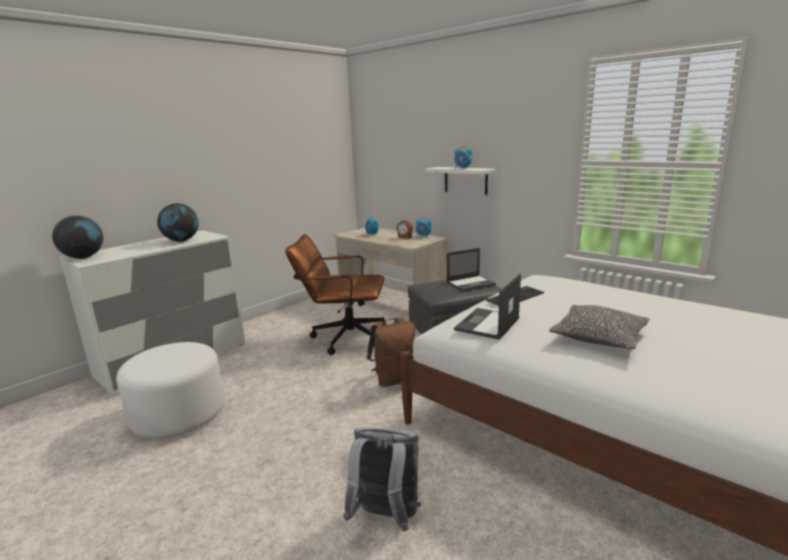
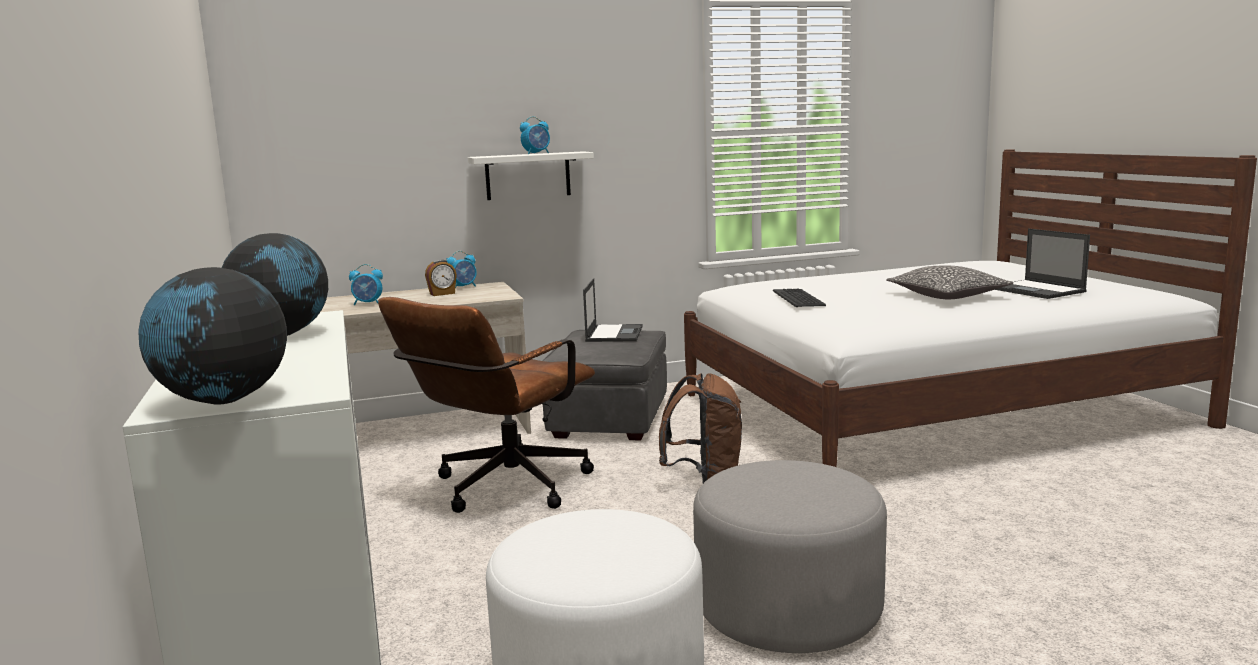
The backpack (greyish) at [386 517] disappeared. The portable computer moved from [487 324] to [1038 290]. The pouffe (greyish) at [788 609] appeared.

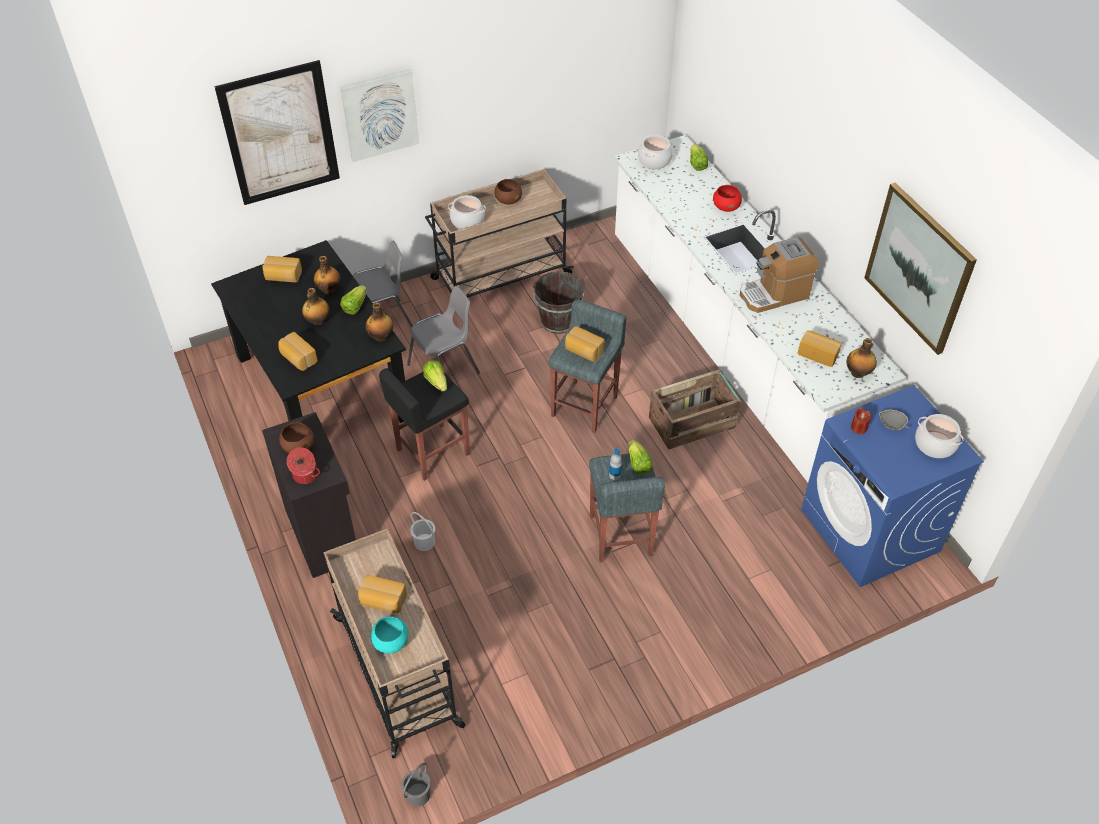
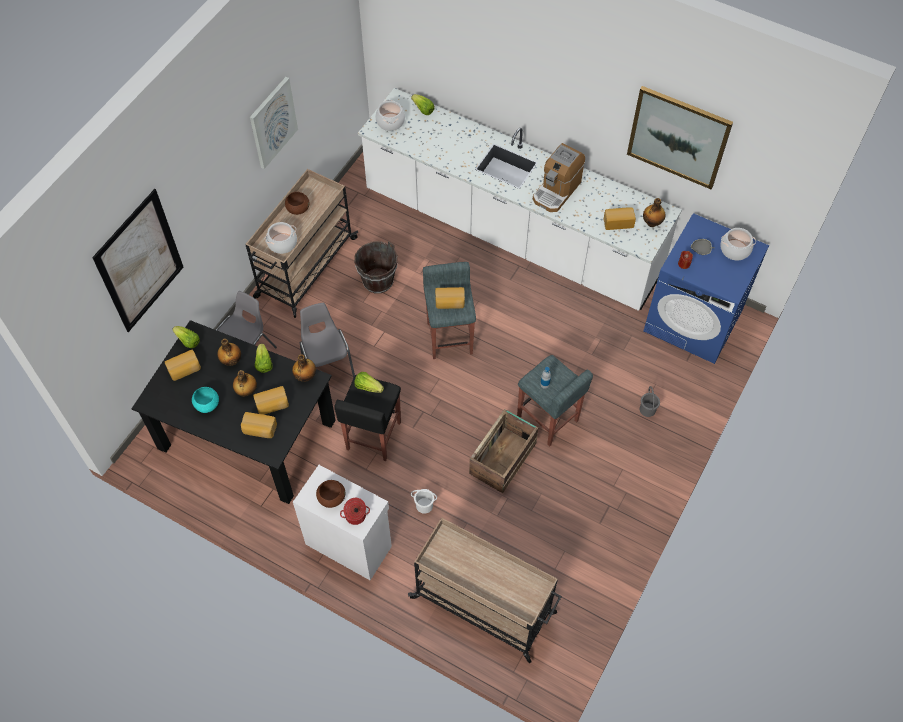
The storage cabinet (black) at [323 533] became the storage cabinet (white-coloured) at [348 544]. The wall art moved from [380 114] to [273 122]. The baked bread moved from [382 601] to [272 405]. The deep dish (blue-green) moved from [390 642] to [207 405]. The bucket (greyish) moved from [417 794] to [647 409]. The plain chair (greyish) at [444 369] turned 45 degrees counterclockwise. The head of lettuce moved from [638 464] to [188 341]. The crate moved from [693 423] to [503 458]. The deep dish (red-coloured) at [726 207] disappeared.

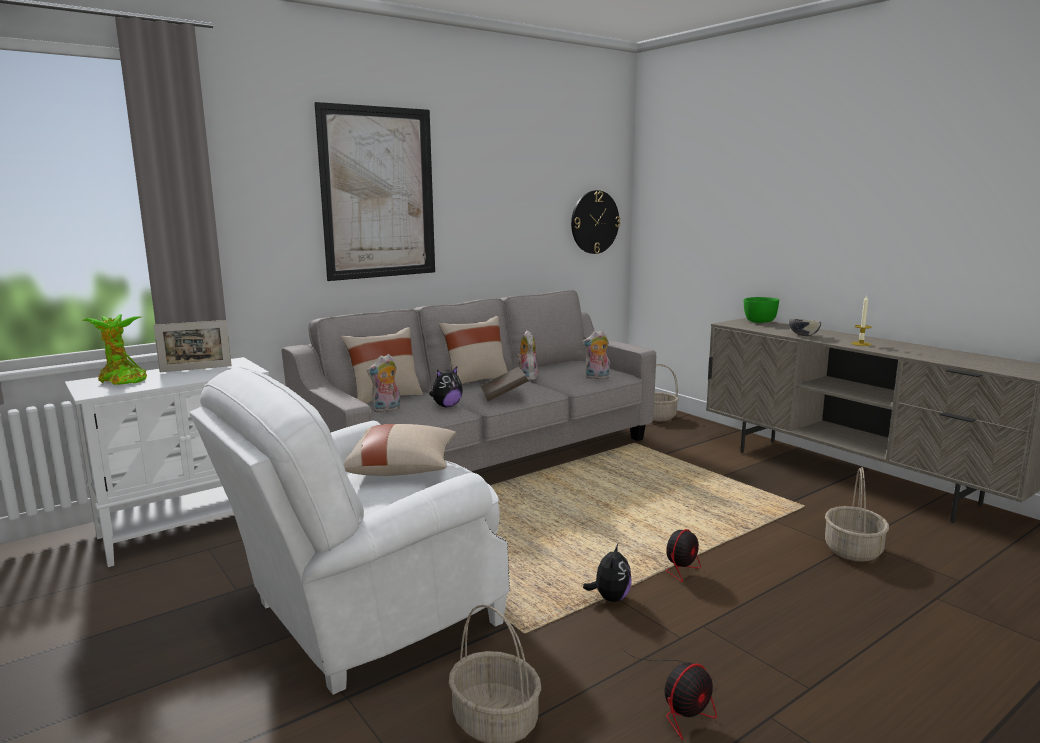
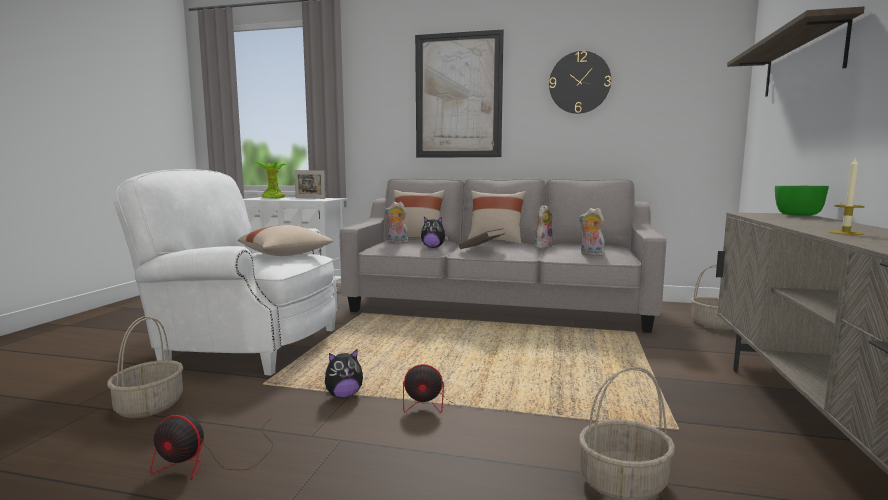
The wall clock moved from [594 222] to [579 82]. The deep dish at [803 335] disappeared. The bracket shelf at [802 61] appeared.

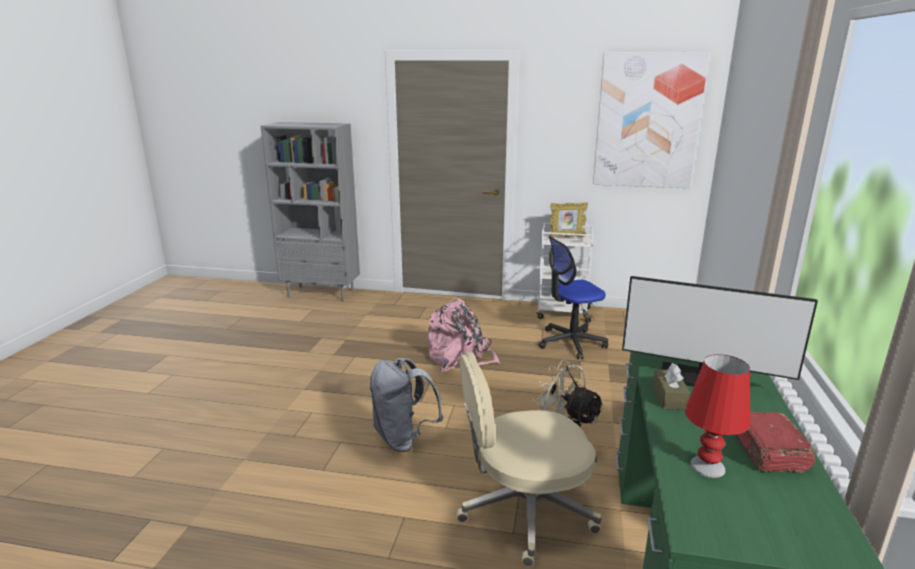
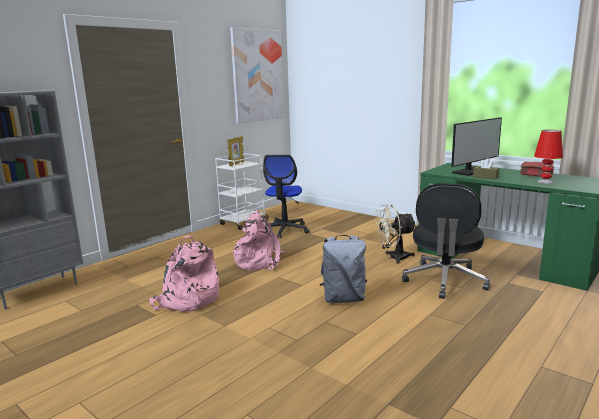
The computer chair (sand-coloured) at [524 511] became the computer chair (black) at [444 281]. The backpack (pink) at [187 300] appeared.

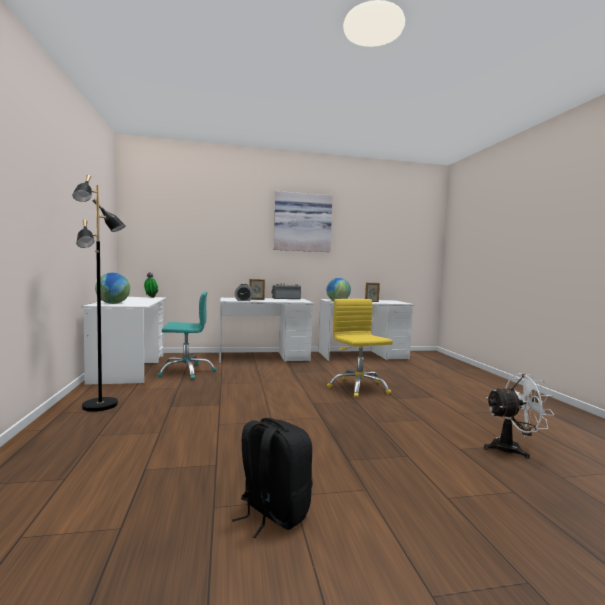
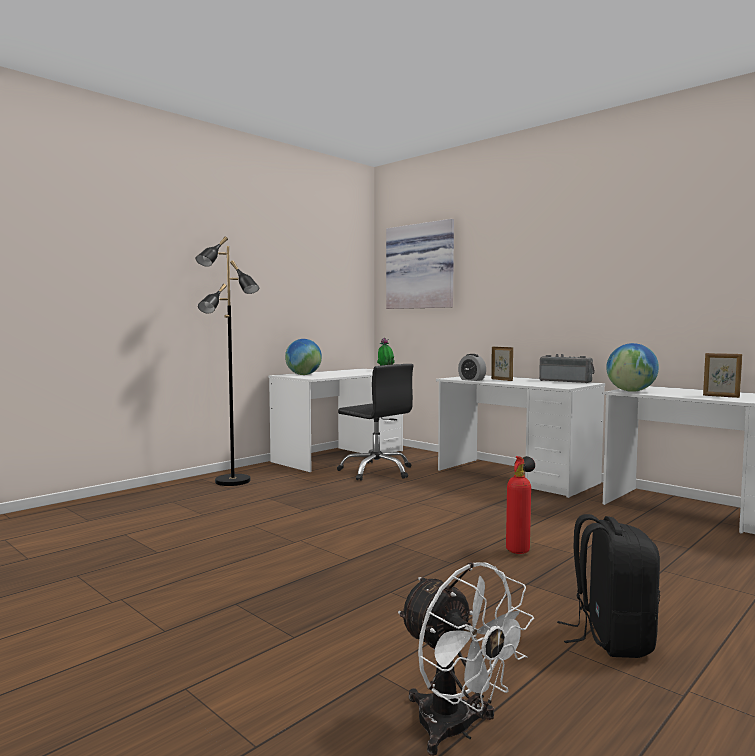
The computer chair (blue-green) at [186 371] became the computer chair (black) at [376 471]. The backpack (black) moved from [272 513] to [611 638]. The wall art moved from [302 222] to [421 266]. The computer chair (yellow) at [358 387] was replaced by the fire-fighting cylinder at [519 550].

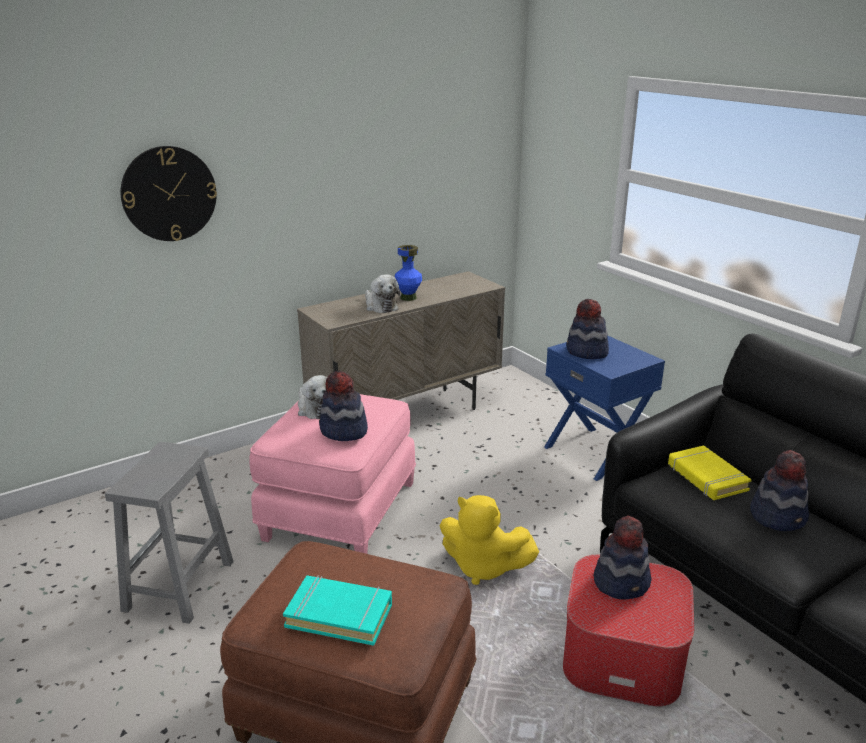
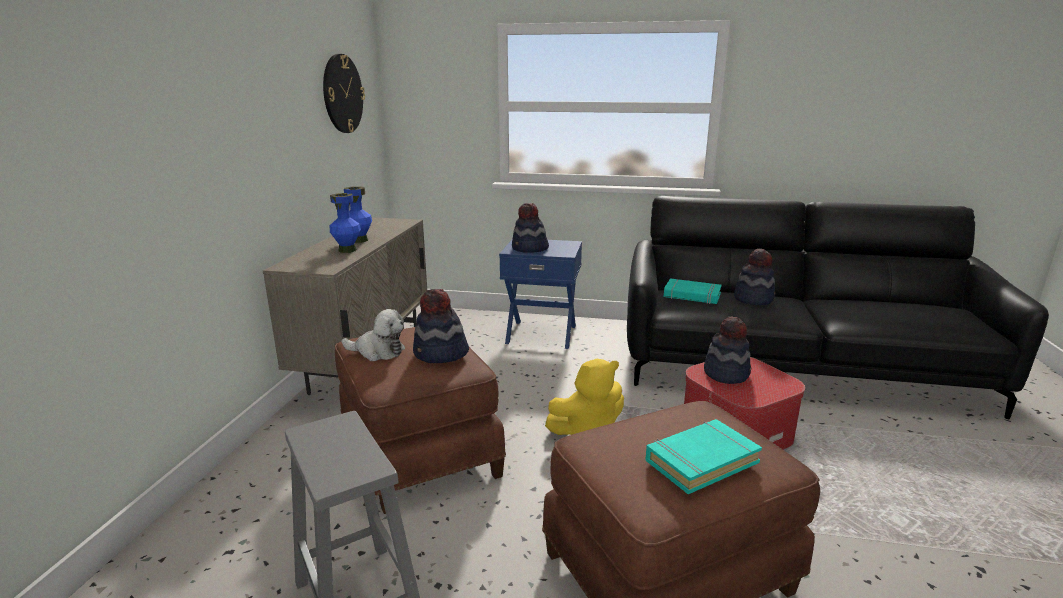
The wall clock moved from [169 194] to [342 94]. The pouffe (pink) at [338 509] became the pouffe (brown) at [418 453]. The soft toy at [380 306] was replaced by the flower vase (bluish) at [347 250]. The book (yellow) at [706 477] became the book (blue-green) at [692 295].

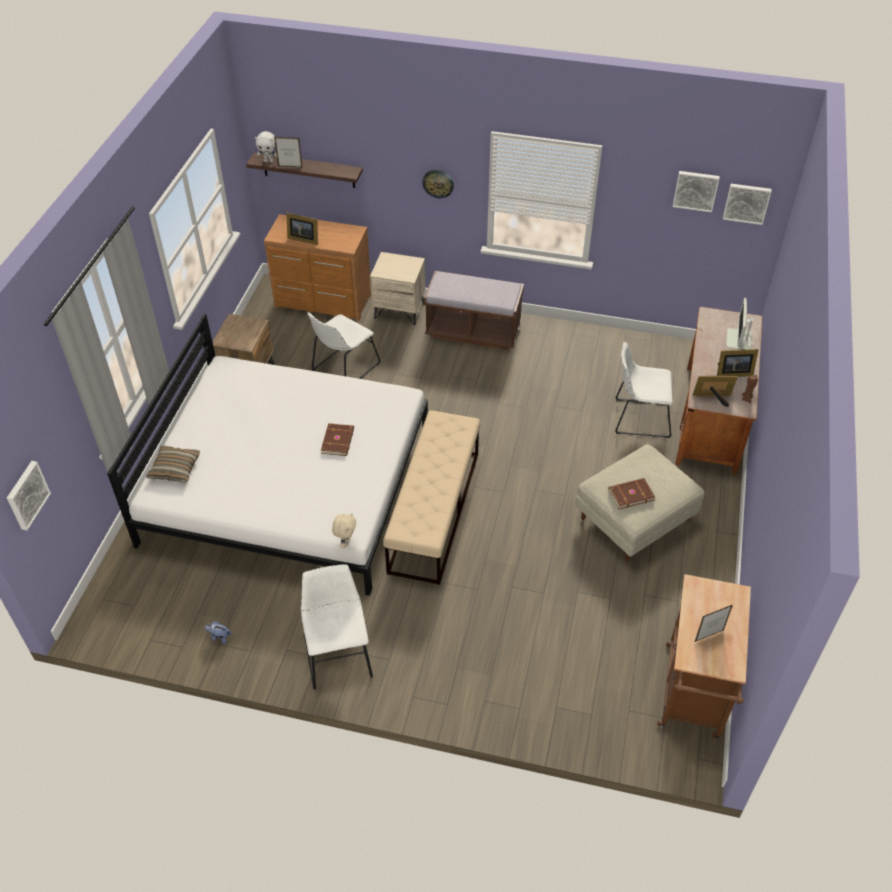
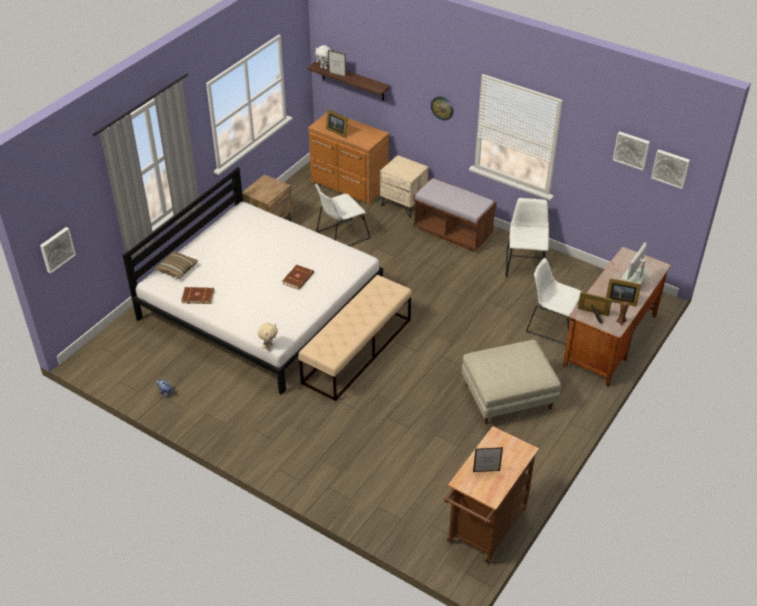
The plain chair (white-coloured) moved from [337 652] to [525 263]. The book (brown) moved from [630 494] to [197 296].

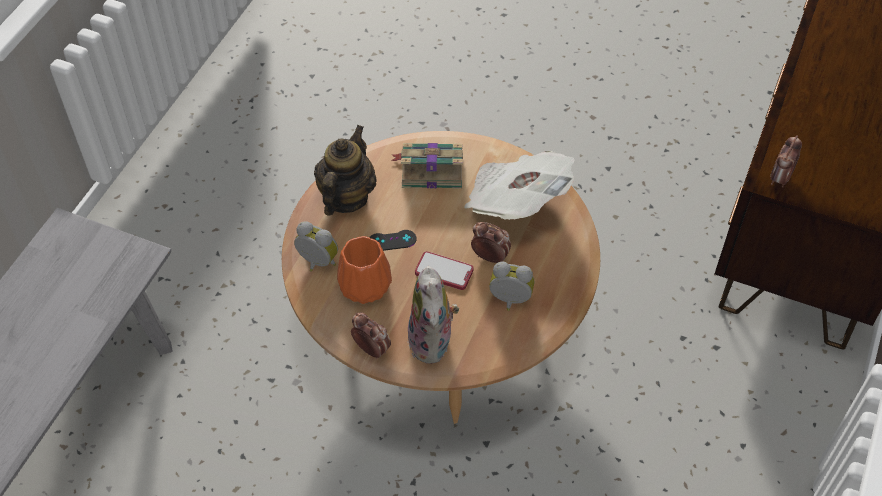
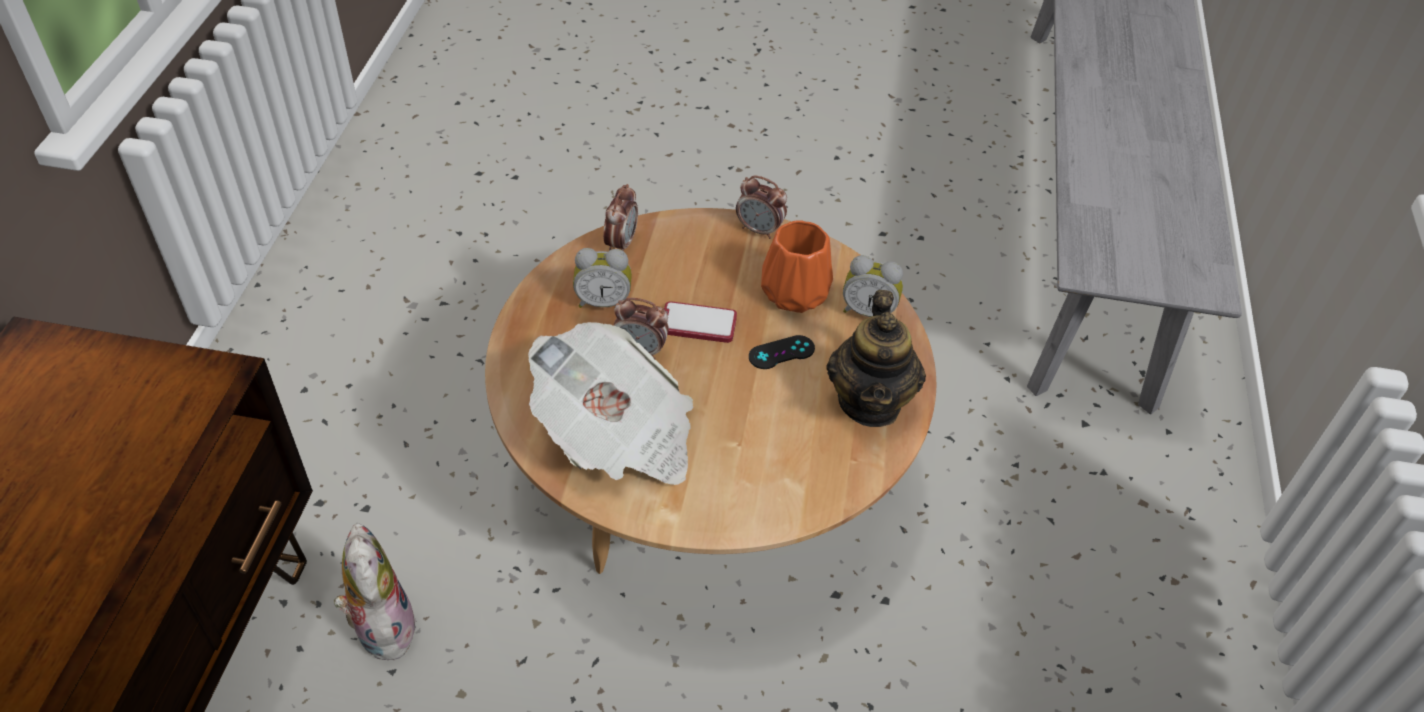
The book at [430 169] disappeared. The soft toy moved from [433 342] to [381 626]. The alarm clock moved from [780 178] to [621 243].

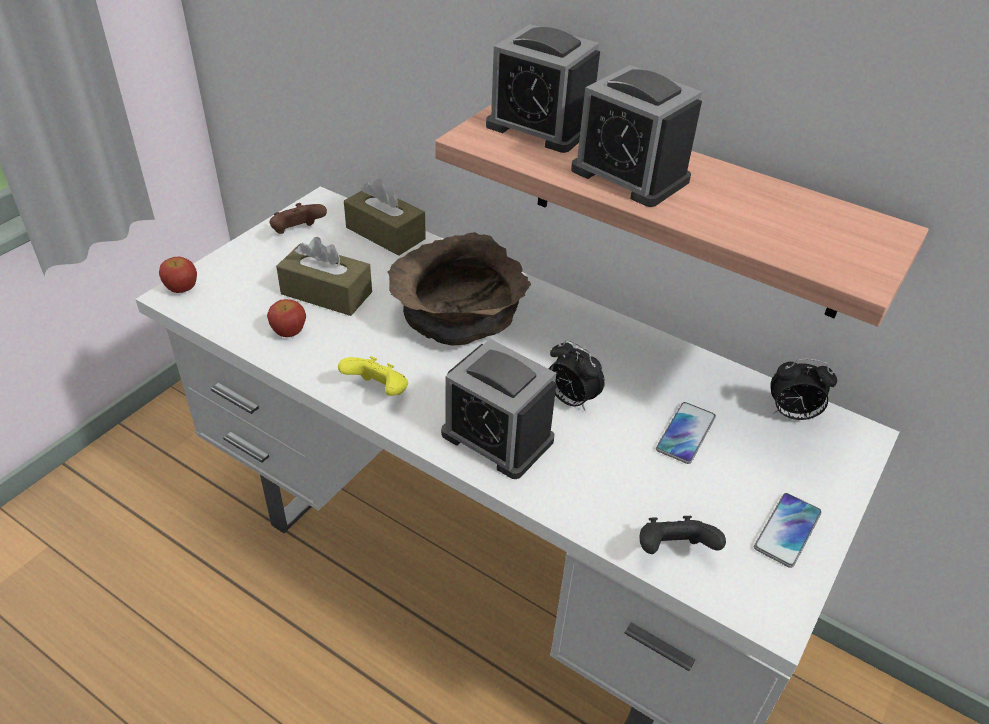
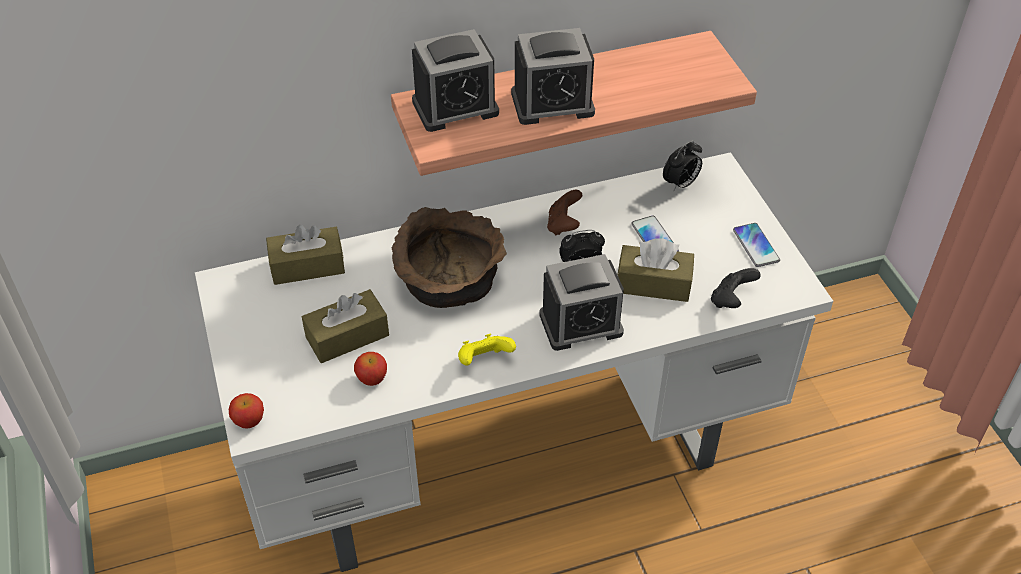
The game controller (brown) moved from [298 233] to [564 225]. The tissue box (brown) at [653 284] appeared.

